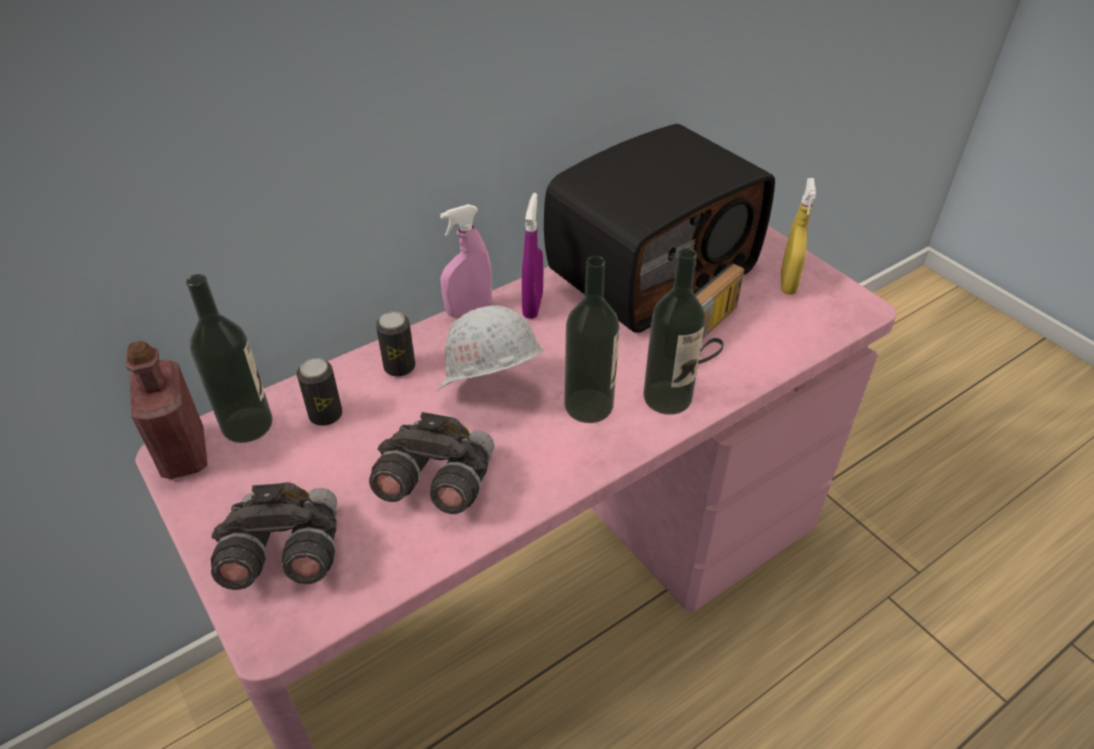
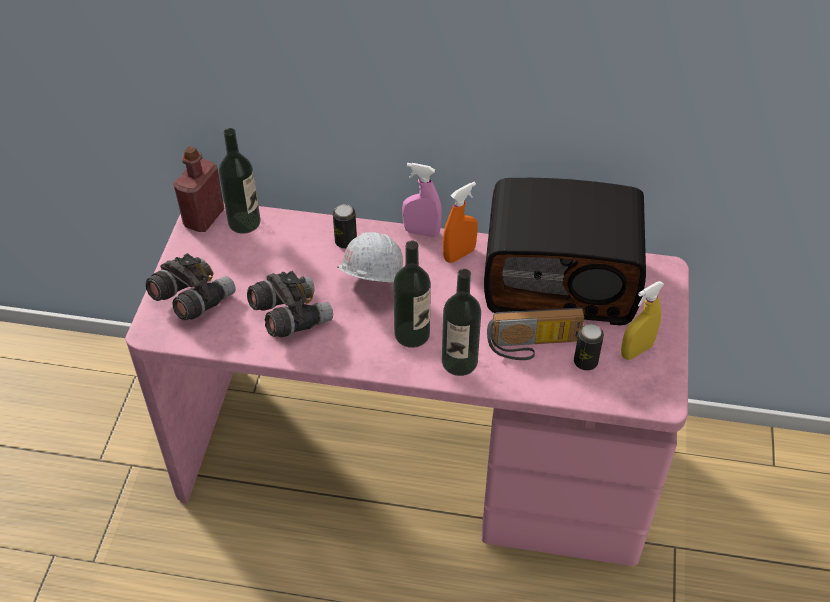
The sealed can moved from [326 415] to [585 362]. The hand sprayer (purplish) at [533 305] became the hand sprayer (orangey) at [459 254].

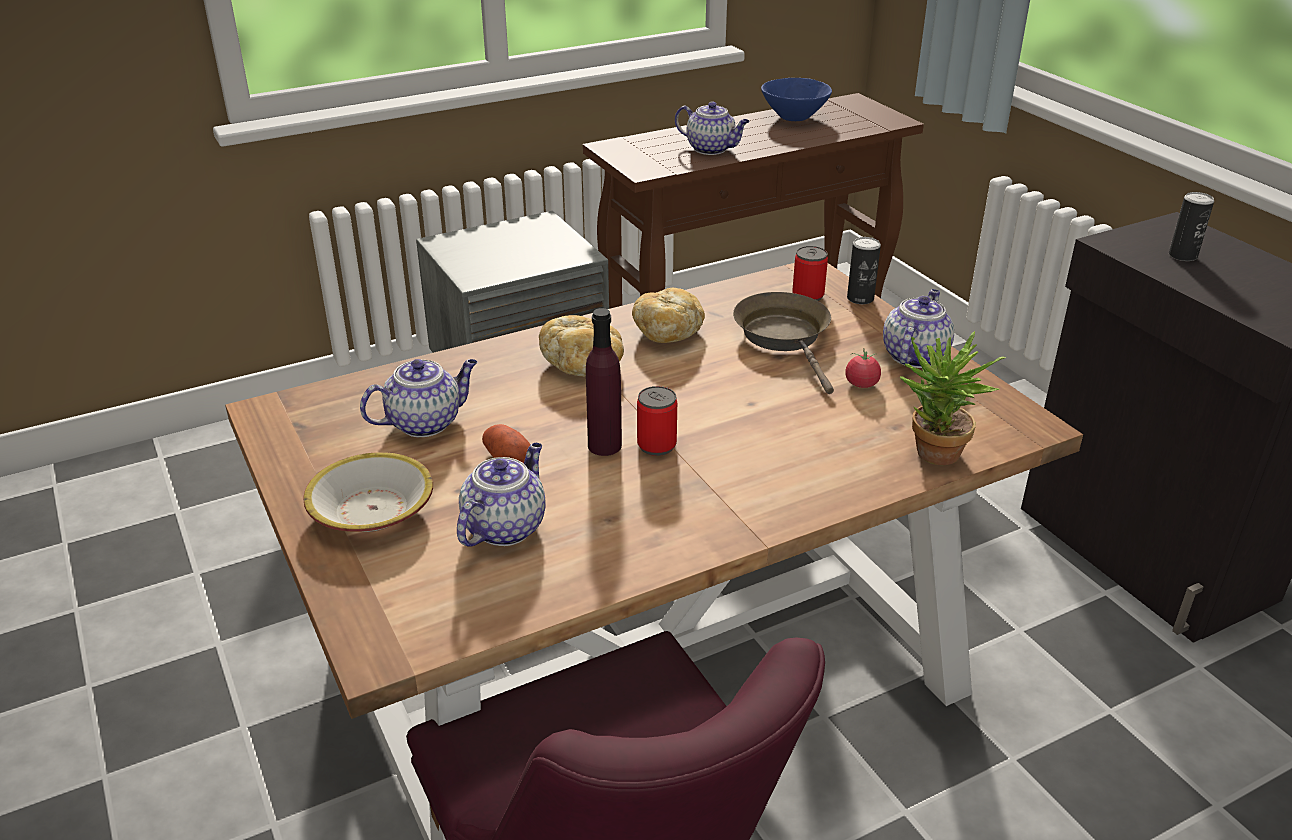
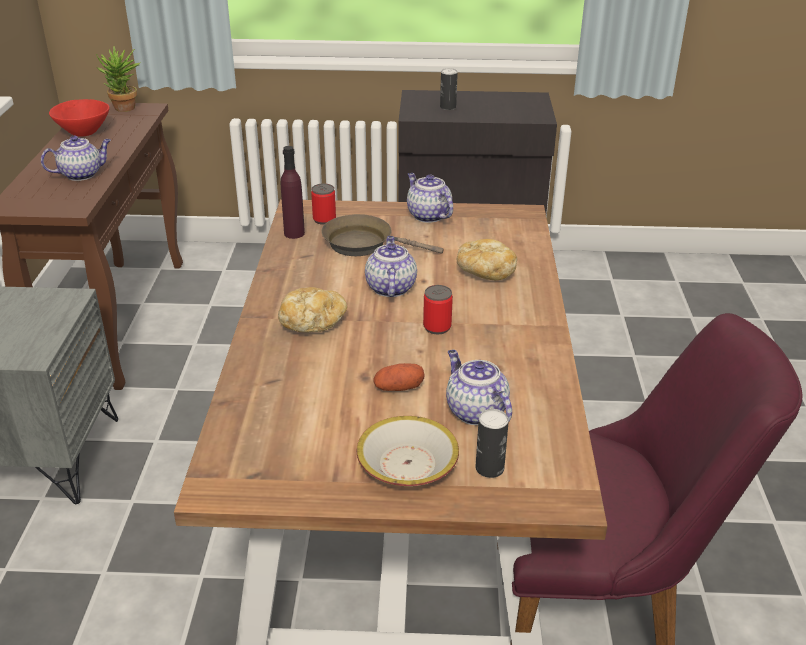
The pot for tea moved from [426 422] to [390 287]. The drink bottle (purplish) moved from [604 445] to [294 233]. The baked bread moved from [668 331] to [484 272]. The deep dish (bluish) at [795 117] became the deep dish (red-coloured) at [84 132]. The whole tomato at [861 384] disappeared. The sealed can moved from [860 298] to [489 468]. The potted plant moved from [933 457] to [125 109].

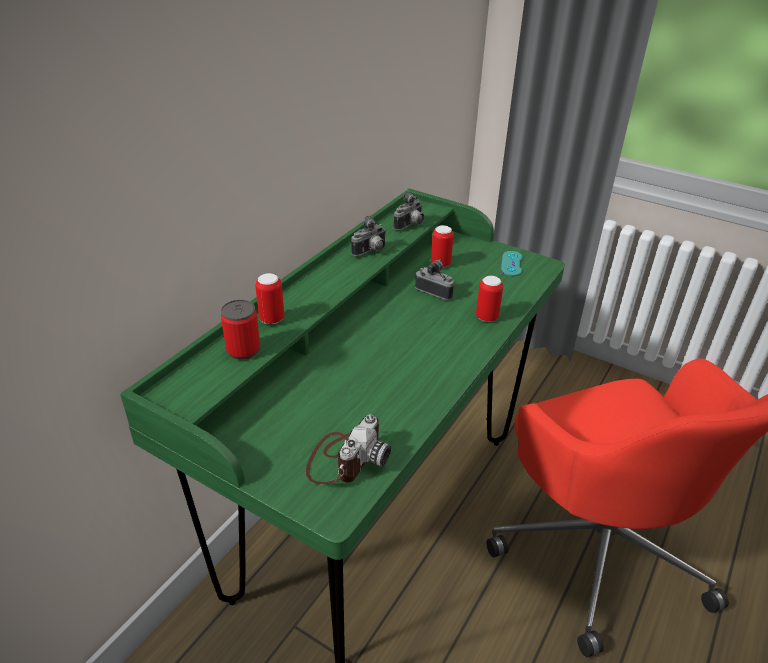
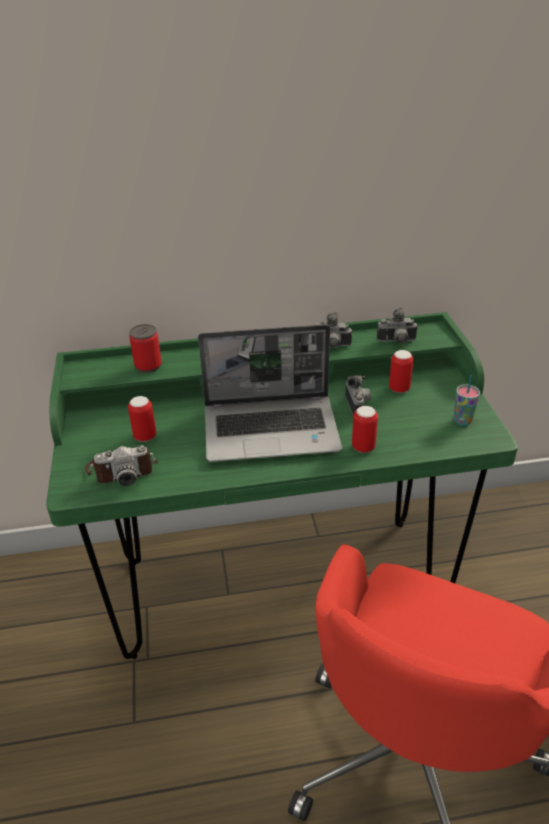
The sealed can moved from [272 319] to [145 436]. The game controller (blue-green) at [511 263] was replaced by the cup at [462 421]. The portable computer at [272 429] appeared.

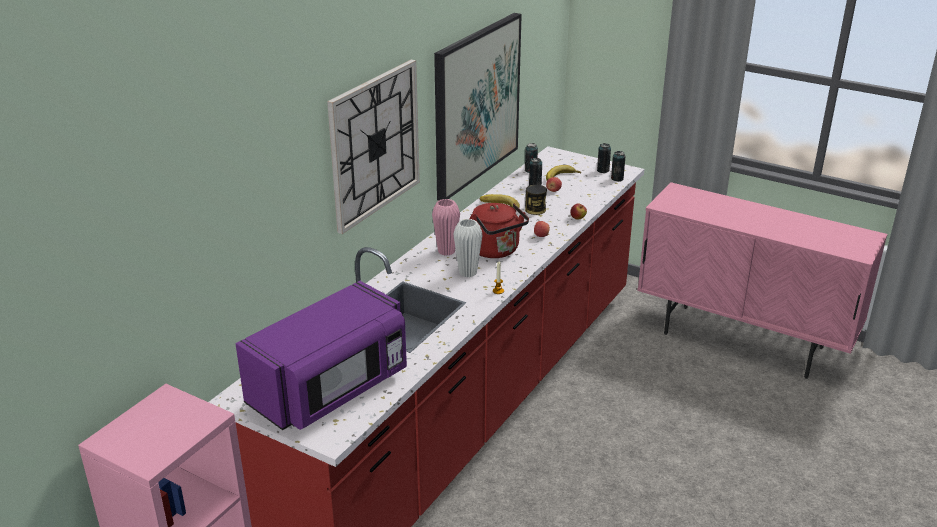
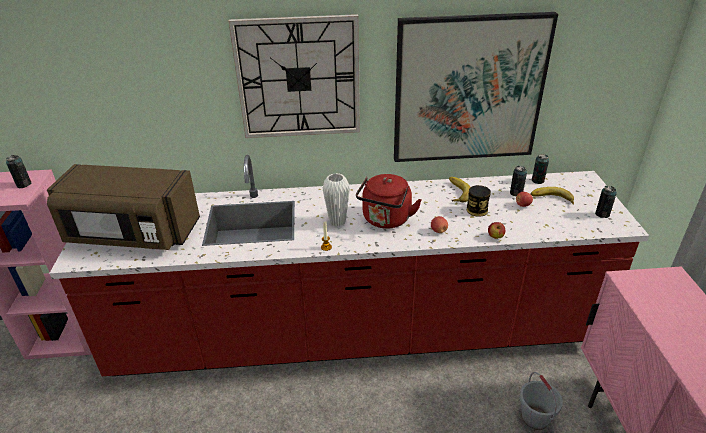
The microwave (purplish) at [331 389] became the microwave (brown) at [132 234]. The flower vase (pink) at [446 251] disappeared. The sealed can moved from [617 178] to [24 184]. The bucket (greyish) at [535 418] appeared.

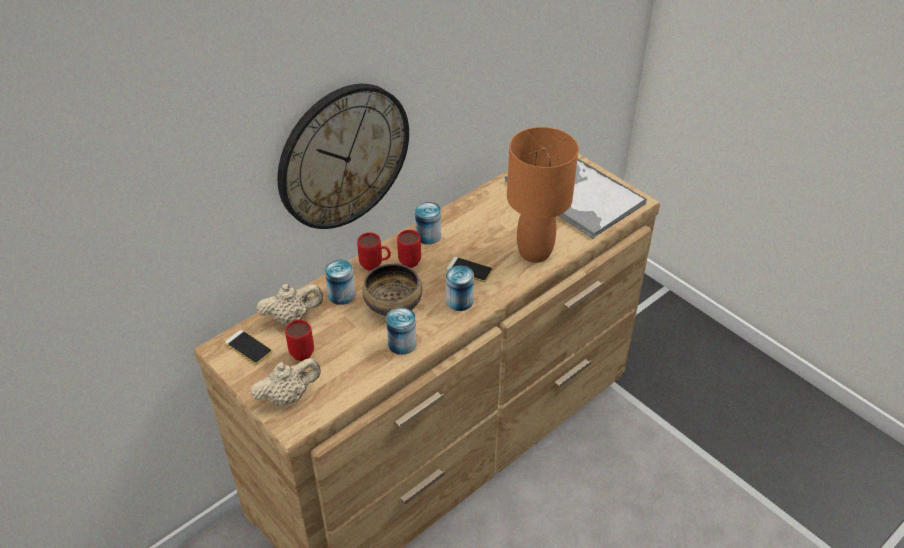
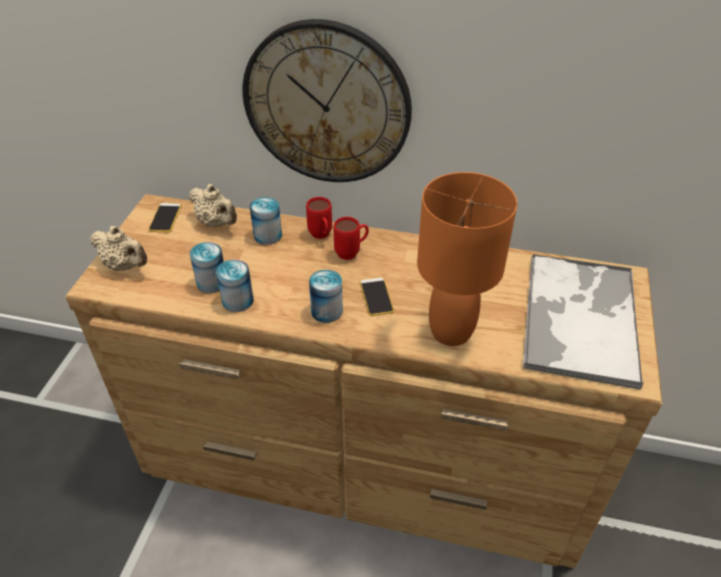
The mug (red-coloured) at [302 350] disappeared. The deep dish at [393 303] disappeared. The sealed can moved from [428 236] to [212 282].

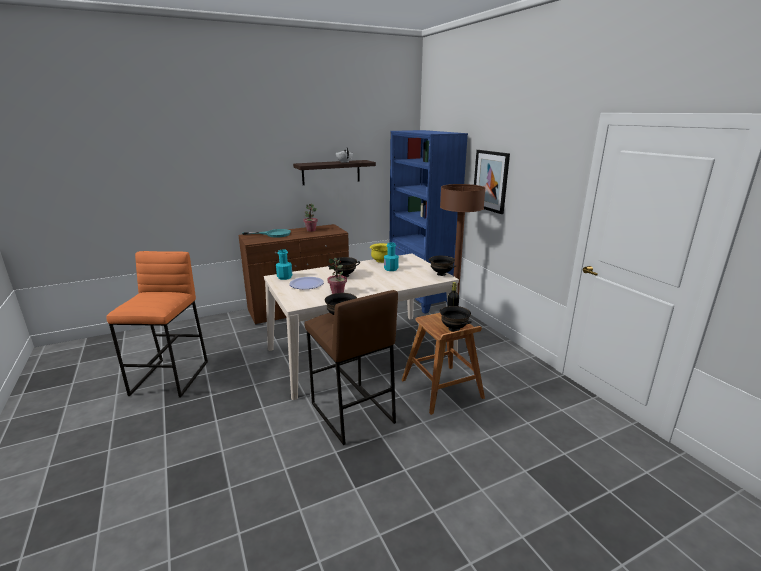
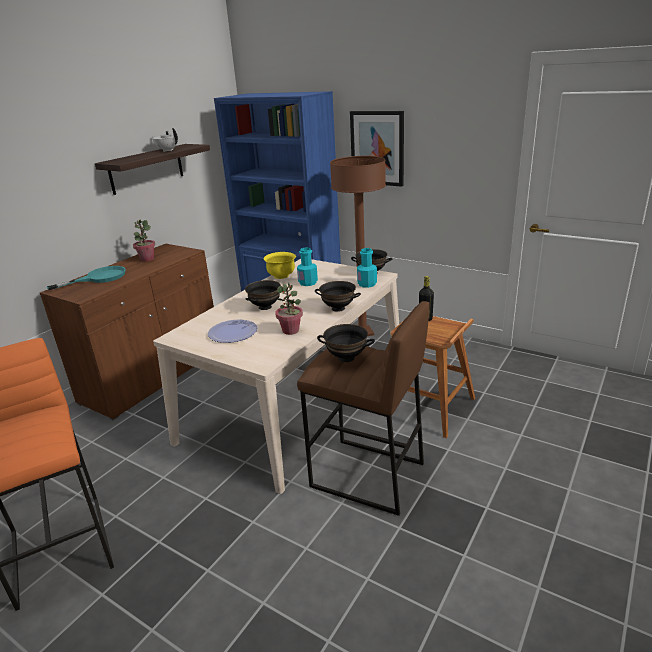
The drink bottle (blue-green) moved from [284 277] to [367 284]. The deep dish (black) moved from [454 329] to [338 308].

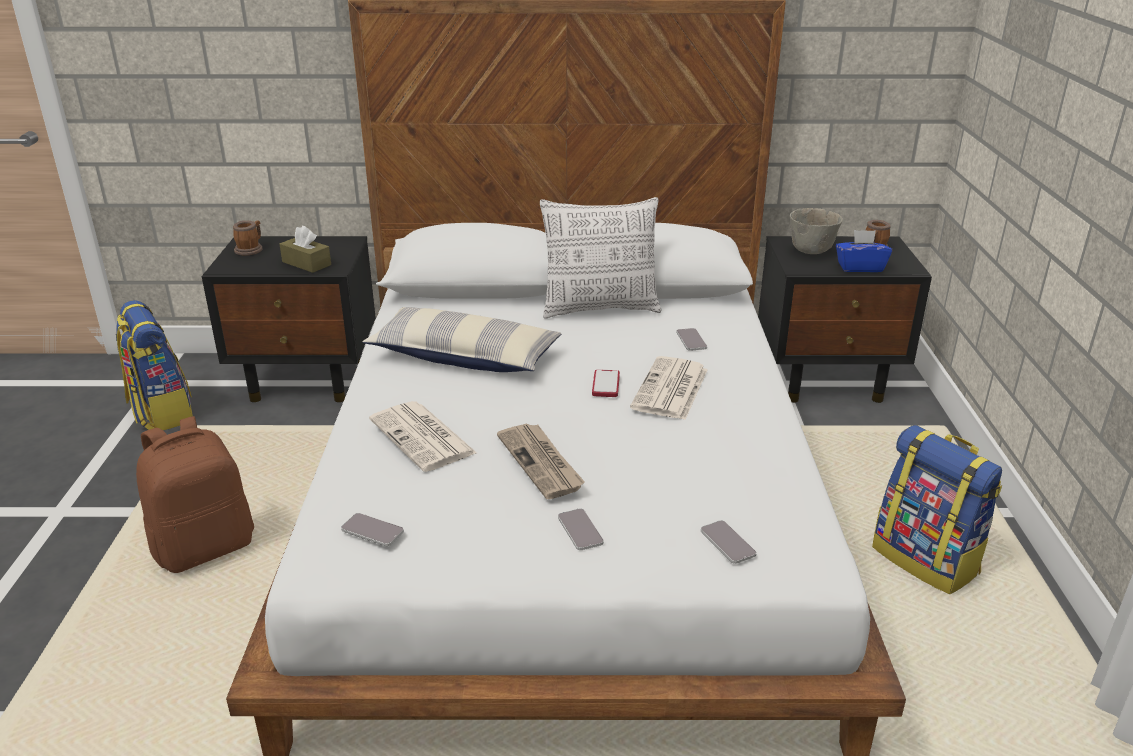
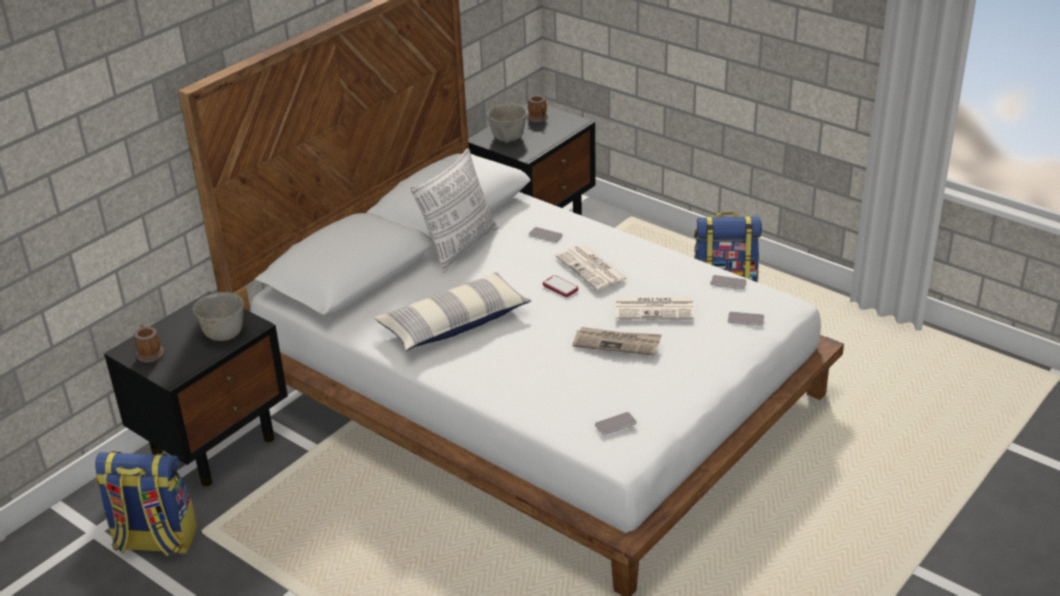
The backpack (brown) at [205 547] disappeared. The tissue box (brown) at [306 263] was replaced by the deep dish (greyish) at [223 334]. The printed paper moved from [424 437] to [655 309]. The telephone moved from [580 530] to [728 283]. The tissue box (bluish) at [860 267] disappeared.

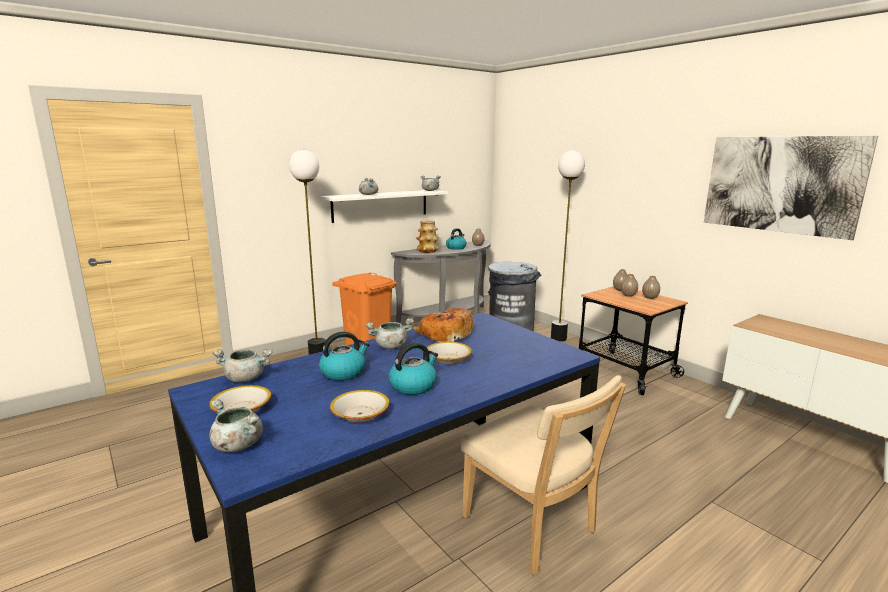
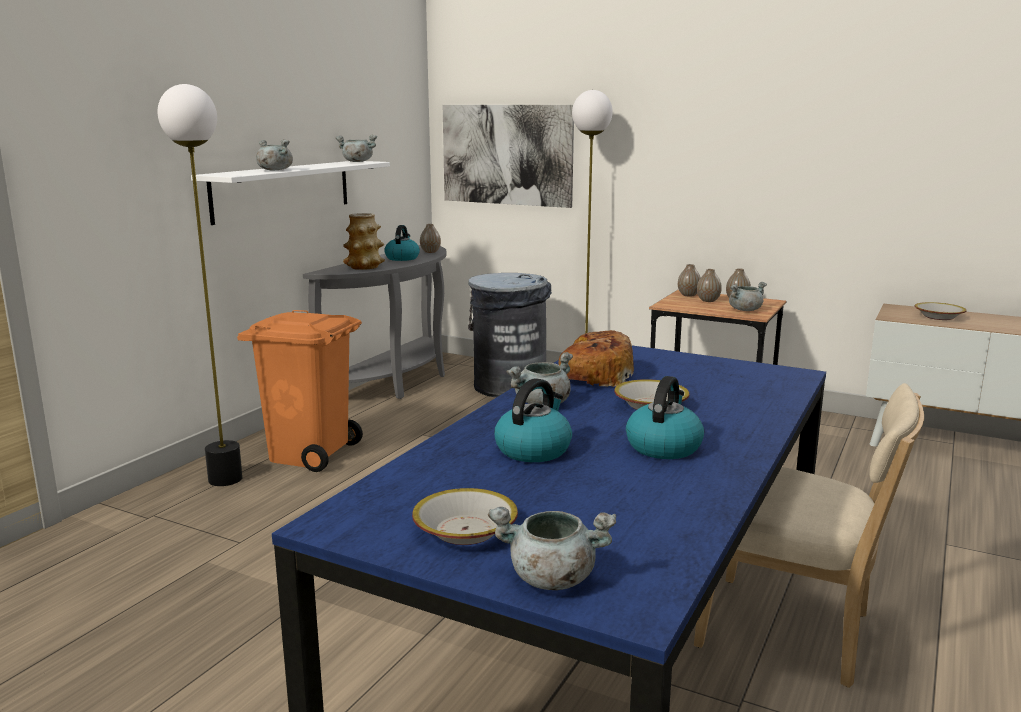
The saucepot (greyish) moved from [246 378] to [745 310]. The deep dish moved from [360 414] to [939 317]. The wall art moved from [780 184] to [506 155].

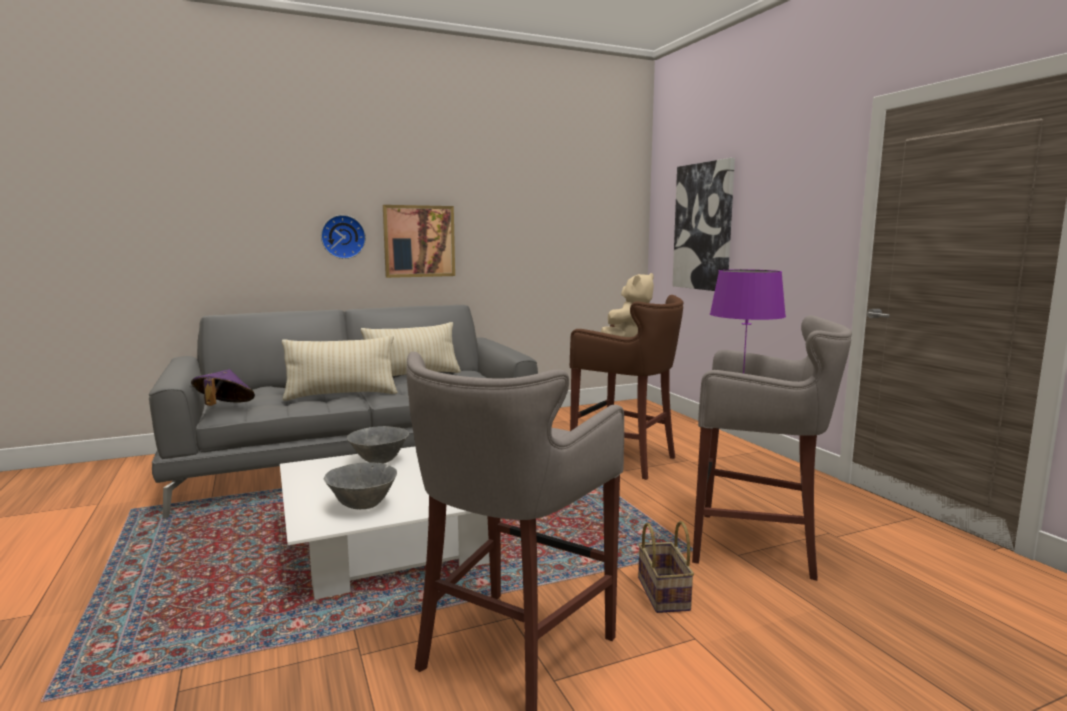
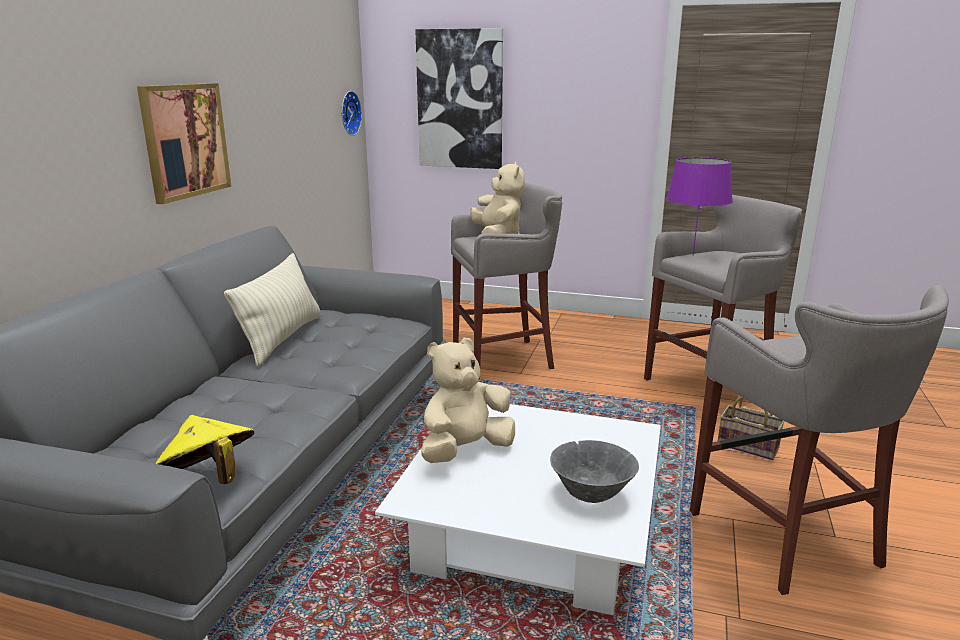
The hat (purplish) at [224 408] became the hat (yellow) at [208 479]. The cushion (sand-coloured) at [341 395] disappeared. The wall clock moved from [343 237] to [348 113]. The deep dish (greyish) at [379 461] was replaced by the soft toy (sand-coloured) at [465 450]. The stool (brown) at [626 461] became the stool (greyish) at [505 358].

